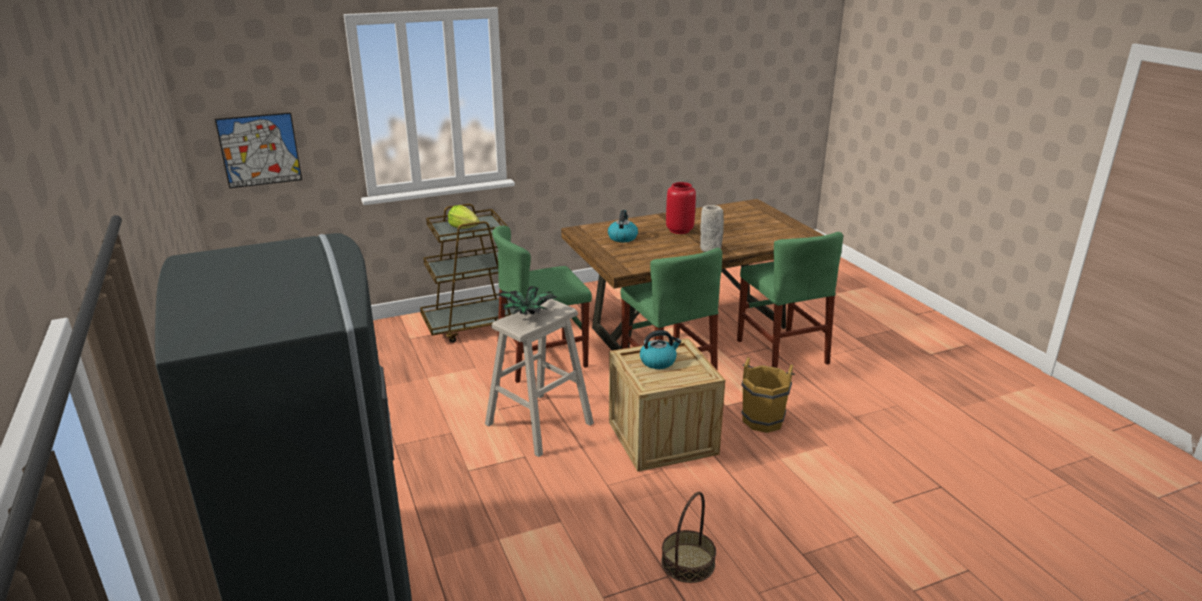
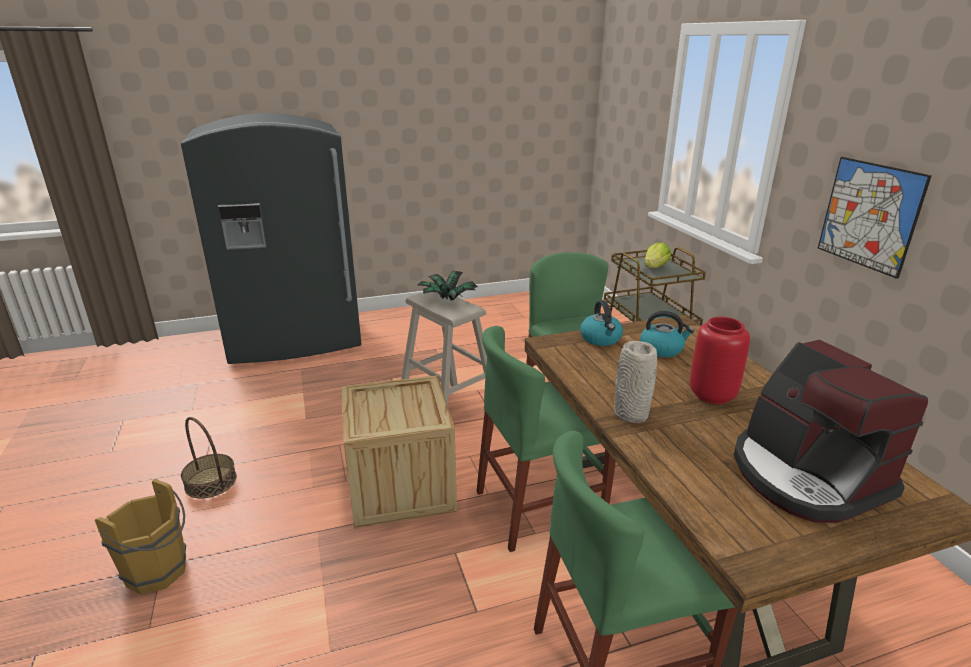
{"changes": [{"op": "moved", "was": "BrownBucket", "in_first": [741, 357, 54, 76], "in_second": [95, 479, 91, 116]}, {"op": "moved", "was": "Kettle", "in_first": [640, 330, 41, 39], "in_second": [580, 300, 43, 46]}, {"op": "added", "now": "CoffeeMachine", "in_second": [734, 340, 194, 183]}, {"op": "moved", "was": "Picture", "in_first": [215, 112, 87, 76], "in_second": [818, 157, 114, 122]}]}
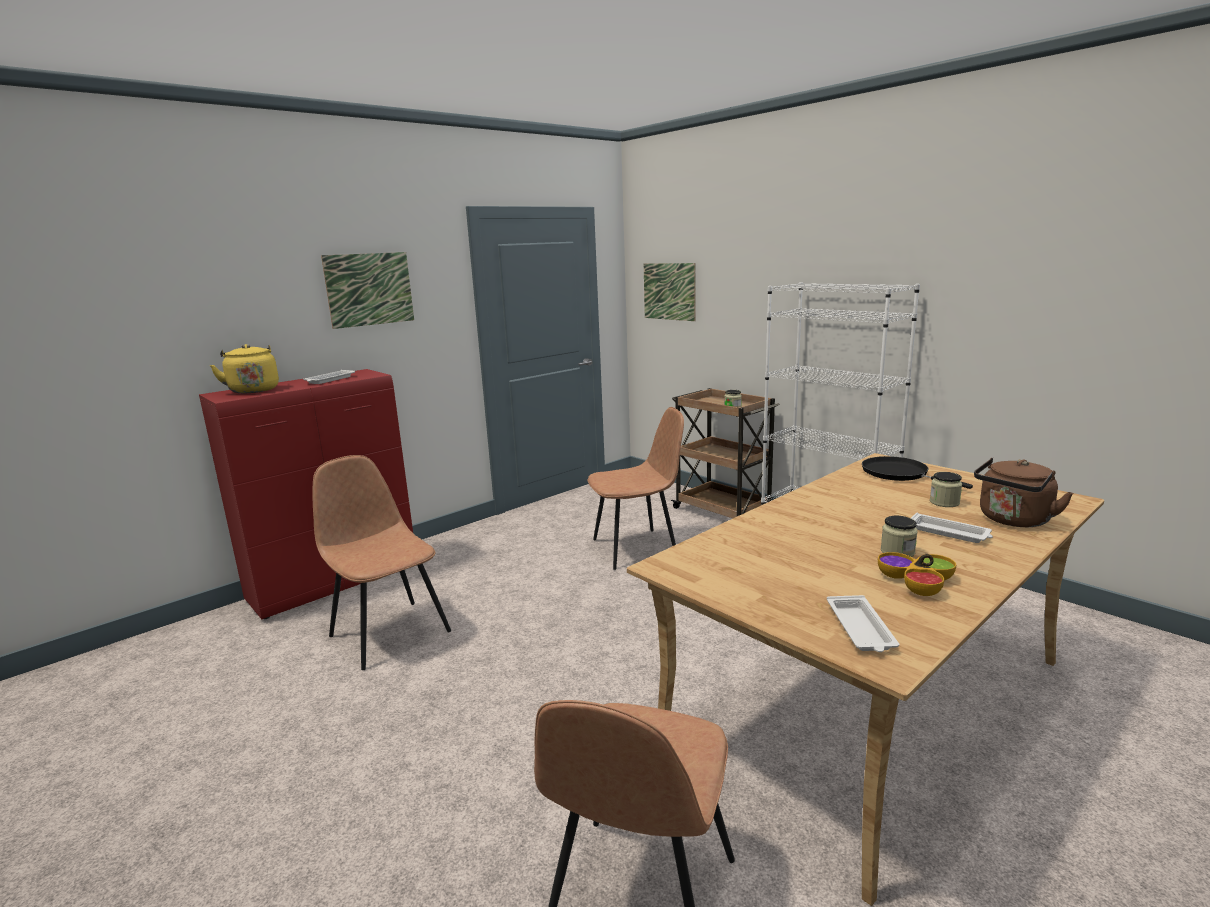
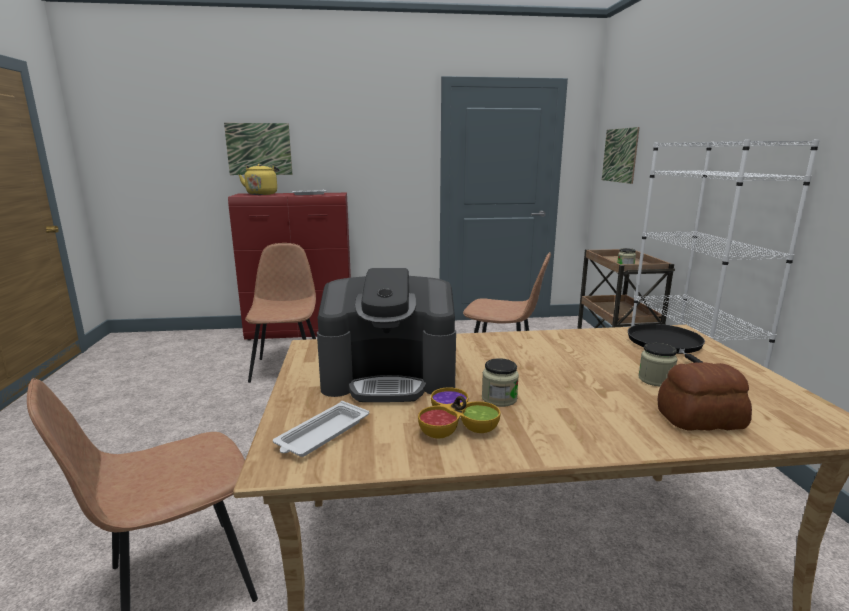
{"changes": [{"op": "moved", "was": "Picture", "in_first": [321, 252, 93, 77], "in_second": [224, 123, 69, 52]}, {"op": "added", "now": "CoffeeMachine", "in_second": [317, 268, 139, 134]}, {"op": "replaced", "was": "BrownKettle", "now": "Bread", "in_first": [974, 458, 99, 69], "in_second": [657, 363, 95, 67]}, {"op": "removed", "was": "WhiteTray", "in_first": [911, 513, 82, 30]}]}
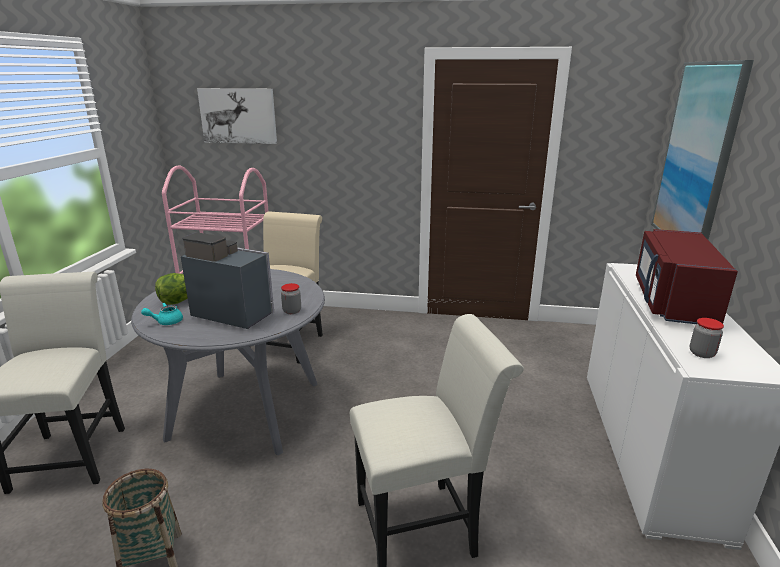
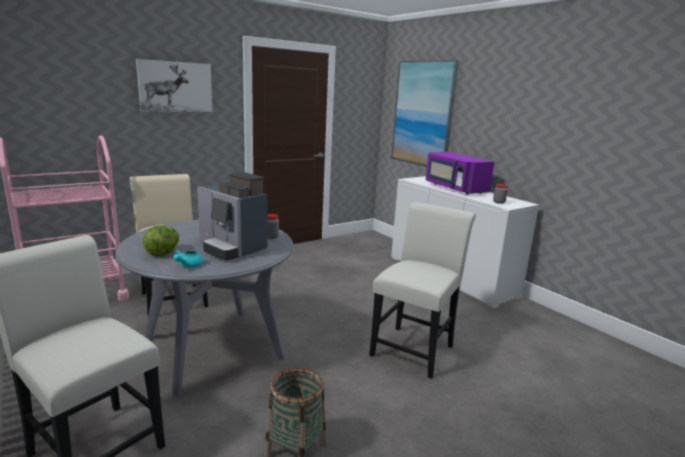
{"changes": [{"op": "moved", "was": "Picture", "in_first": [197, 88, 80, 56], "in_second": [136, 59, 76, 53]}, {"op": "turned", "was": "CoffeeMachine", "in_first": [181, 233, 93, 96], "in_second": [197, 172, 70, 89], "clockwise": -120}, {"op": "recoloured", "was": "RedMicrowave", "now": "PurpleMicrowave", "in_first": [636, 229, 102, 95], "in_second": [426, 152, 68, 43]}]}
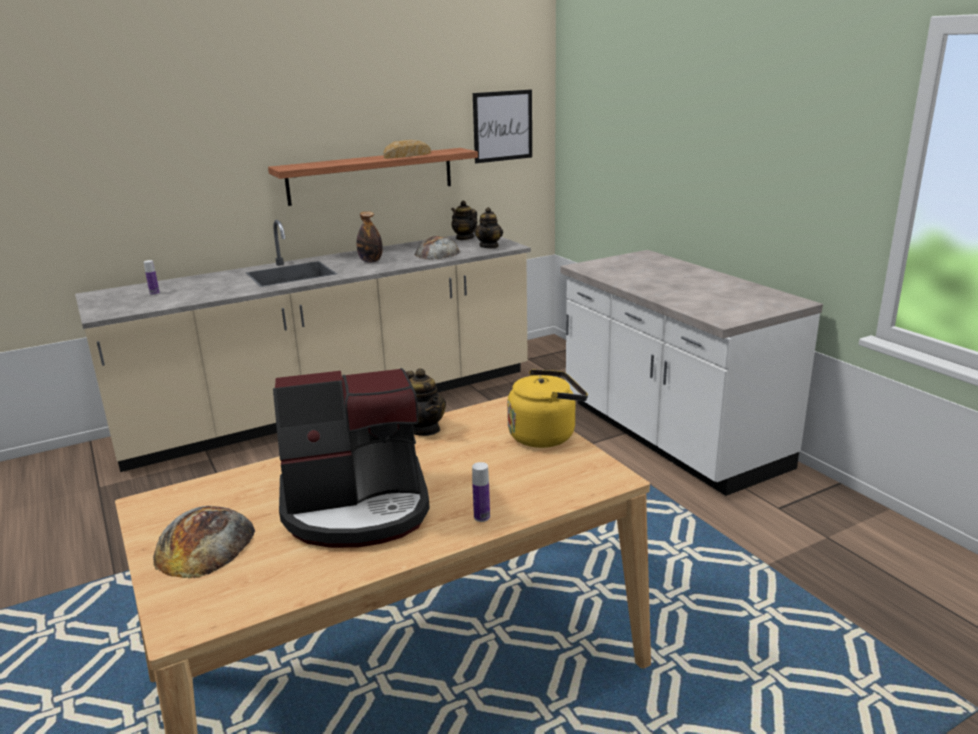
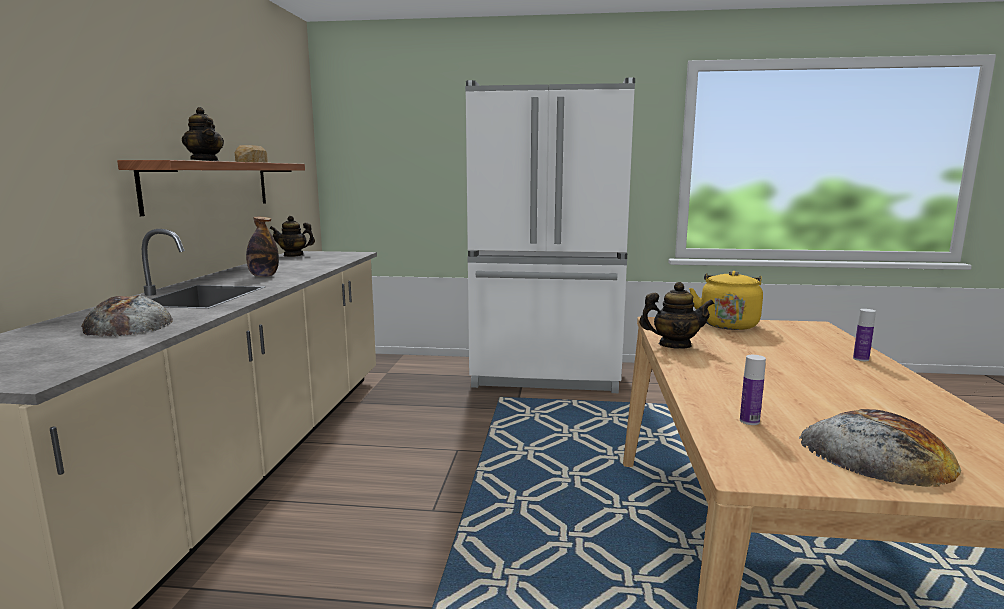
{"changes": [{"op": "moved", "was": "Bread", "in_first": [414, 236, 46, 24], "in_second": [81, 295, 92, 42]}, {"op": "moved", "was": "Teapot", "in_first": [474, 207, 29, 41], "in_second": [182, 107, 42, 54]}, {"op": "replaced", "was": "WhiteCounter", "now": "WhiteFridge", "in_first": [560, 250, 263, 246], "in_second": [465, 77, 170, 316]}, {"op": "moved", "was": "Bottle", "in_first": [144, 260, 16, 35], "in_second": [740, 355, 26, 70]}, {"op": "removed", "was": "CoffeeMachine", "in_first": [273, 368, 157, 180]}, {"op": "removed", "was": "Picture", "in_first": [473, 90, 59, 73]}]}
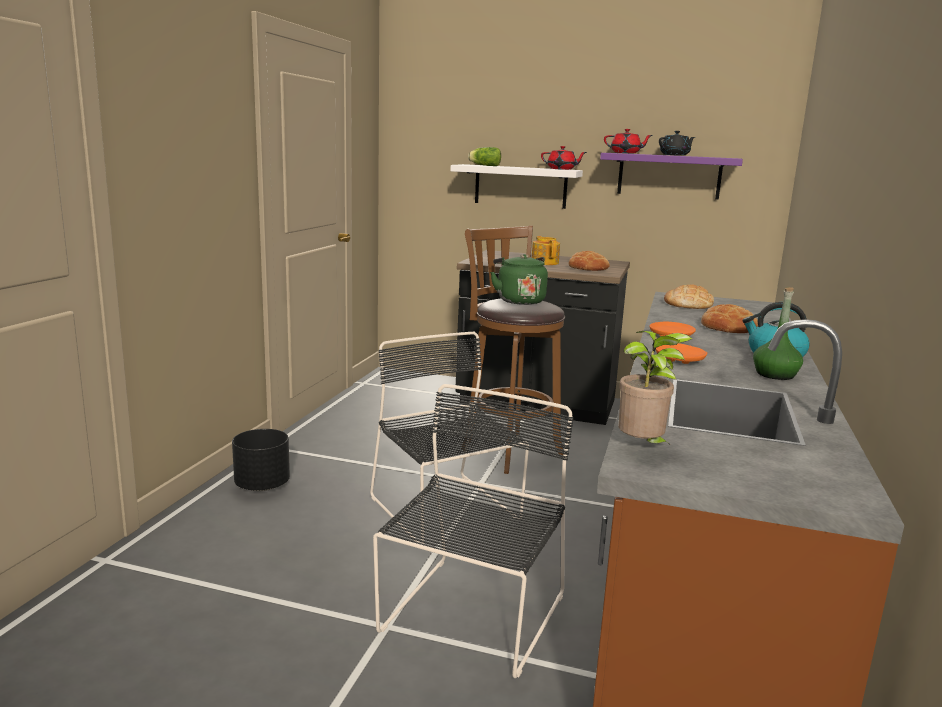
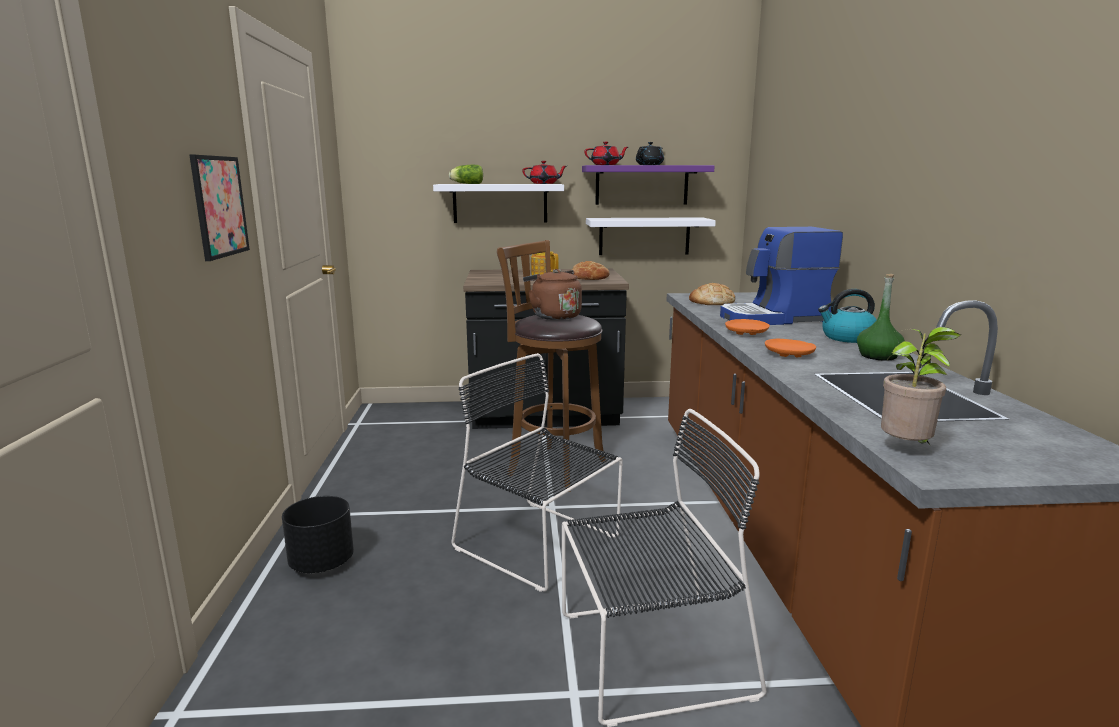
{"changes": [{"op": "added", "now": "Picture", "in_second": [189, 155, 61, 106]}, {"op": "recoloured", "was": "GreenKettle", "now": "BrownKettle", "in_first": [490, 254, 58, 51], "in_second": [523, 269, 59, 51]}, {"op": "turned", "was": "BlackChair", "in_first": [373, 384, 200, 294], "in_second": [562, 409, 205, 318], "clockwise": 75}, {"op": "added", "now": "WhiteShelf", "in_second": [586, 217, 130, 38]}, {"op": "replaced", "was": "Bread", "now": "CoffeeMachine", "in_first": [701, 304, 57, 29], "in_second": [720, 227, 123, 98]}]}
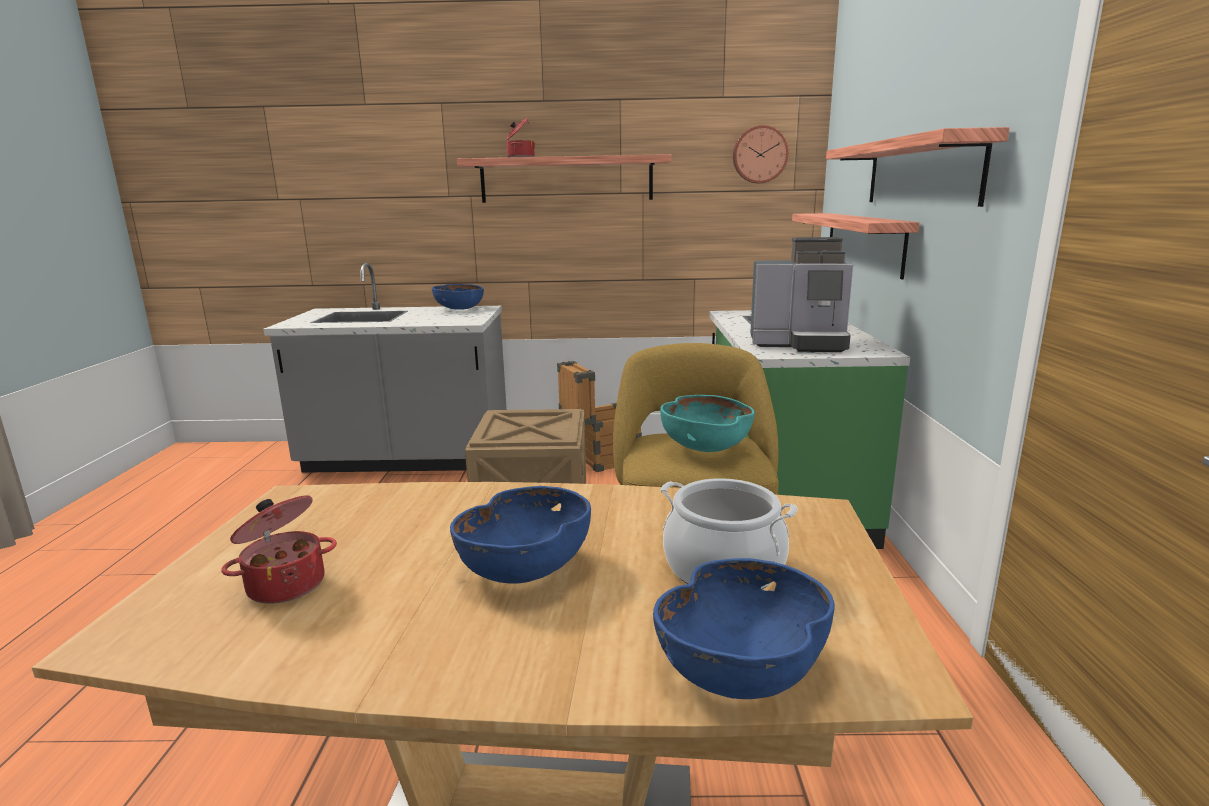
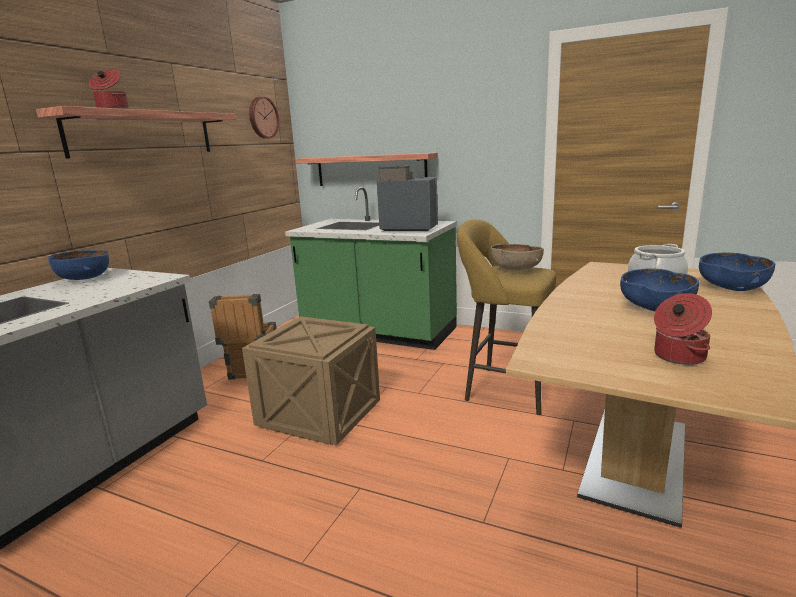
{"changes": [{"op": "turned", "was": "CoffeeMachine", "in_first": [750, 237, 103, 115], "in_second": [377, 165, 61, 66], "clockwise": -105}, {"op": "recoloured", "was": "TurquoiseBowl", "now": "BrownBowl", "in_first": [660, 395, 95, 57], "in_second": [491, 244, 53, 27]}, {"op": "removed", "was": "Shelf", "in_first": [826, 127, 184, 80]}]}
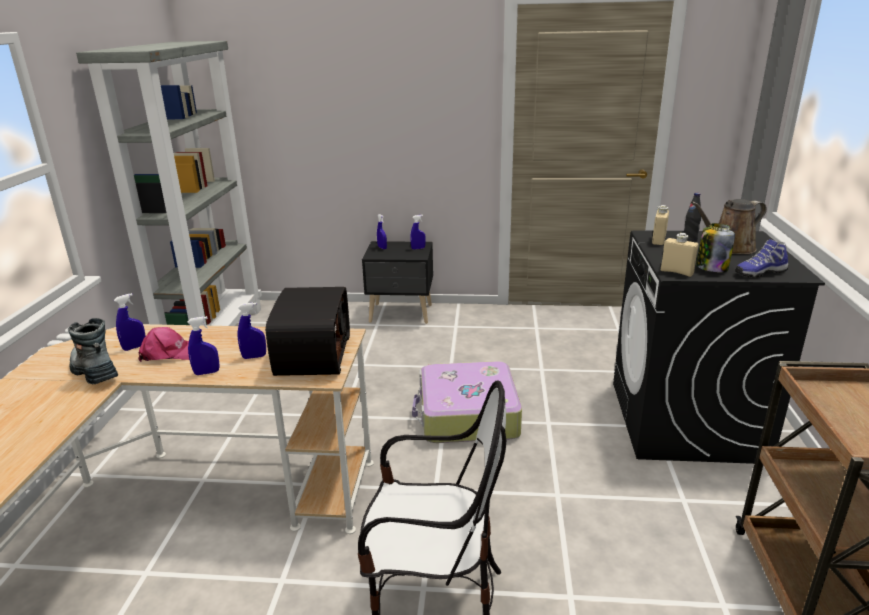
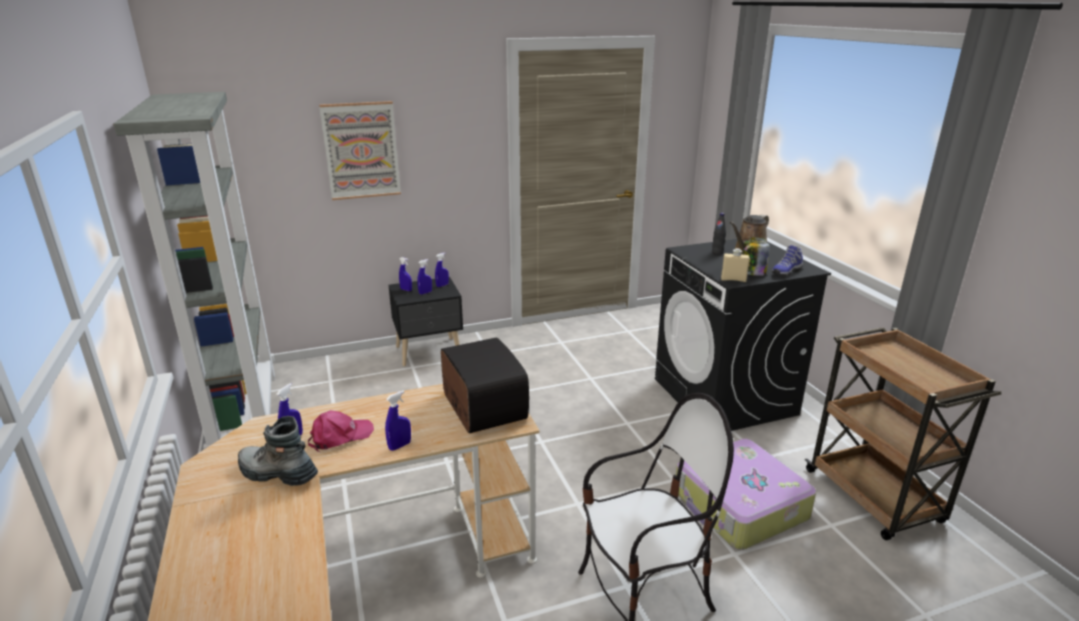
{"changes": [{"op": "added", "now": "Picture", "in_second": [319, 101, 82, 99]}, {"op": "moved", "was": "BlueSprayBottle", "in_first": [237, 303, 29, 56], "in_second": [417, 259, 15, 36]}, {"op": "moved", "was": "Suitcase", "in_first": [412, 361, 110, 82], "in_second": [676, 439, 140, 111]}, {"op": "removed", "was": "BeigeBottle", "in_first": [652, 205, 17, 40]}]}
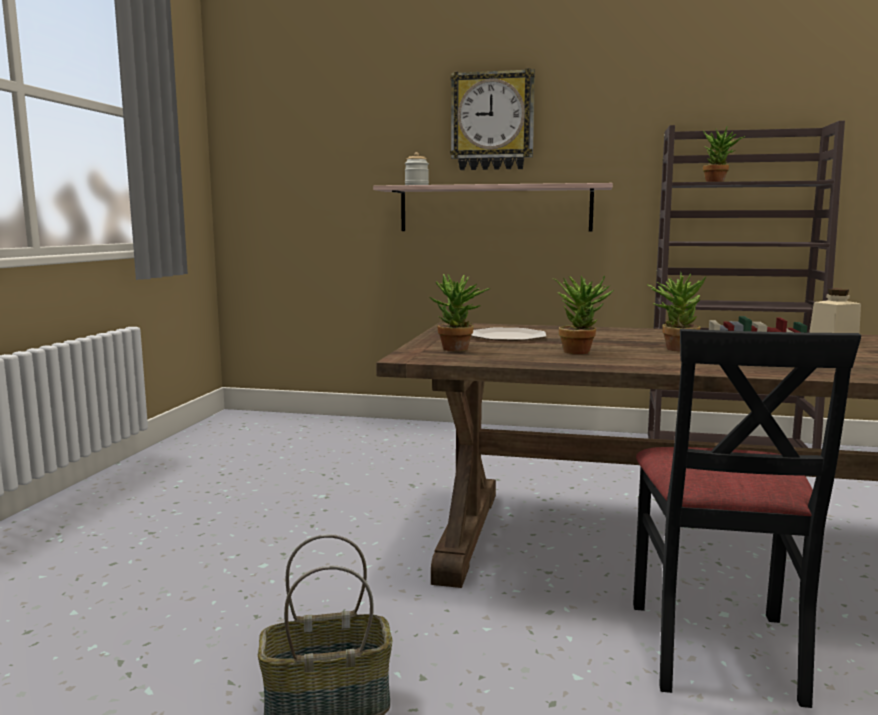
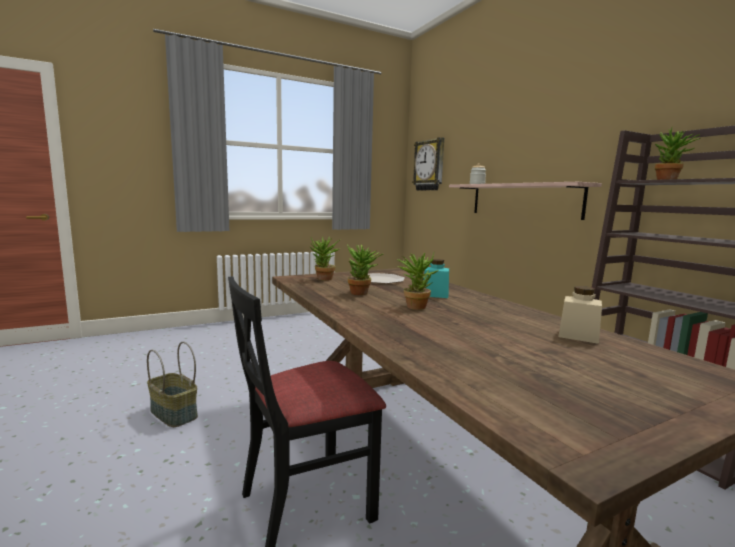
{"changes": [{"op": "moved", "was": "WallClock", "in_first": [450, 69, 85, 101], "in_second": [412, 137, 32, 53]}, {"op": "added", "now": "TurquoiseJar", "in_second": [424, 259, 25, 39]}]}
